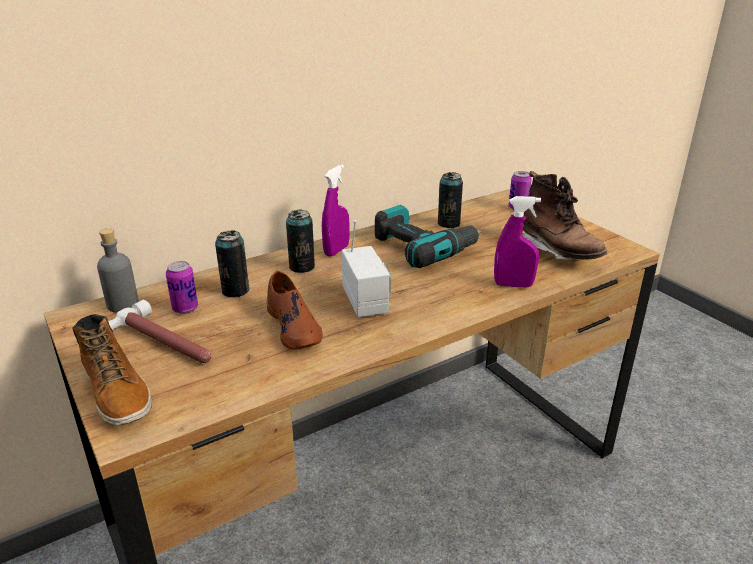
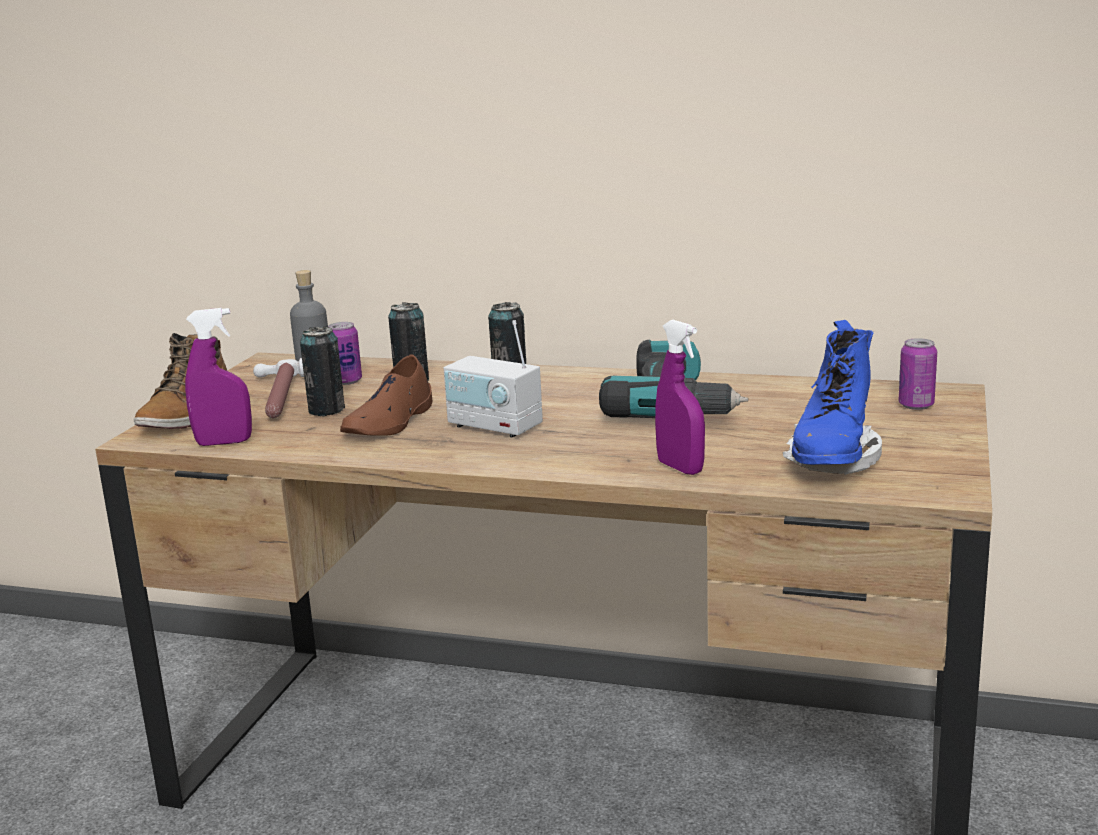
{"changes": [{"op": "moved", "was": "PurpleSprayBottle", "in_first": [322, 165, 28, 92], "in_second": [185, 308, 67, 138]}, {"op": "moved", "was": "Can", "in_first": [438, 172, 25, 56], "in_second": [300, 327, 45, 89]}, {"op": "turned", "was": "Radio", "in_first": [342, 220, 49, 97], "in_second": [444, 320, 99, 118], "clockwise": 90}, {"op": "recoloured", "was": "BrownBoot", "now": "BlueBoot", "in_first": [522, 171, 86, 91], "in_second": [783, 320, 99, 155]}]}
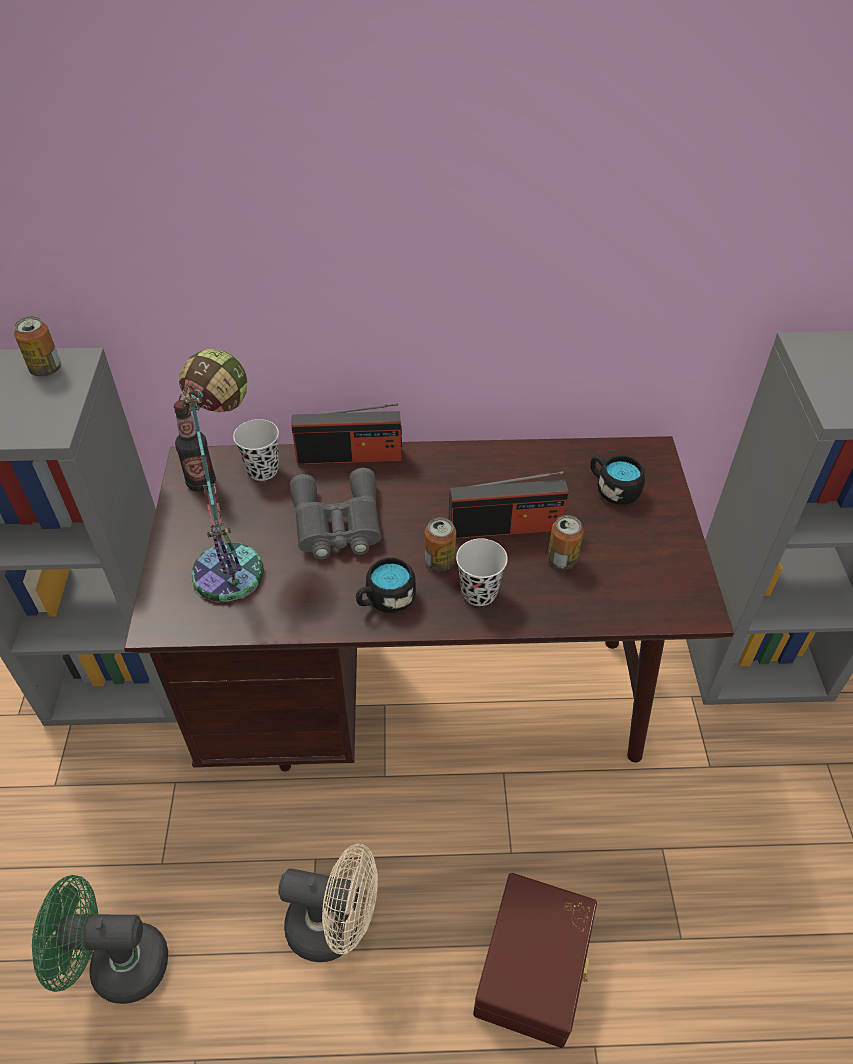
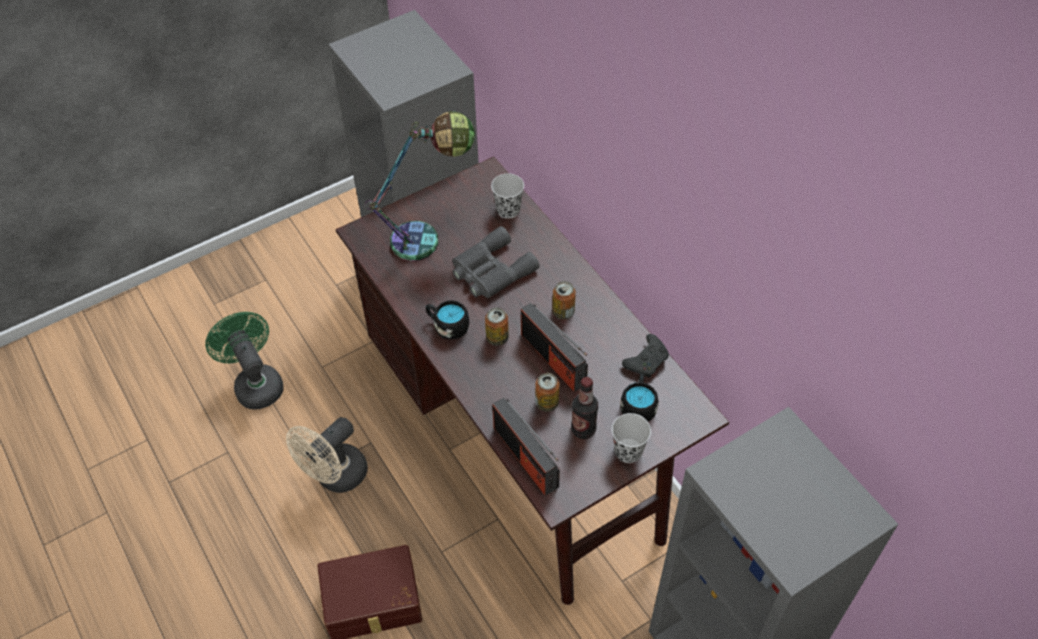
{"changes": [{"op": "turned", "was": "BeigeFan", "in_first": [278, 844, 100, 118], "in_second": [286, 417, 82, 76], "clockwise": 60}, {"op": "moved", "was": "Radio", "in_first": [291, 403, 111, 62], "in_second": [492, 398, 68, 98]}, {"op": "moved", "was": "Can", "in_first": [14, 316, 47, 61], "in_second": [552, 281, 24, 39]}, {"op": "moved", "was": "Bottle", "in_first": [174, 400, 42, 92], "in_second": [571, 377, 27, 62]}, {"op": "moved", "was": "BlackCup", "in_first": [456, 538, 52, 68], "in_second": [612, 413, 39, 50]}, {"op": "added", "now": "BlackGameController", "in_second": [622, 334, 47, 44]}]}
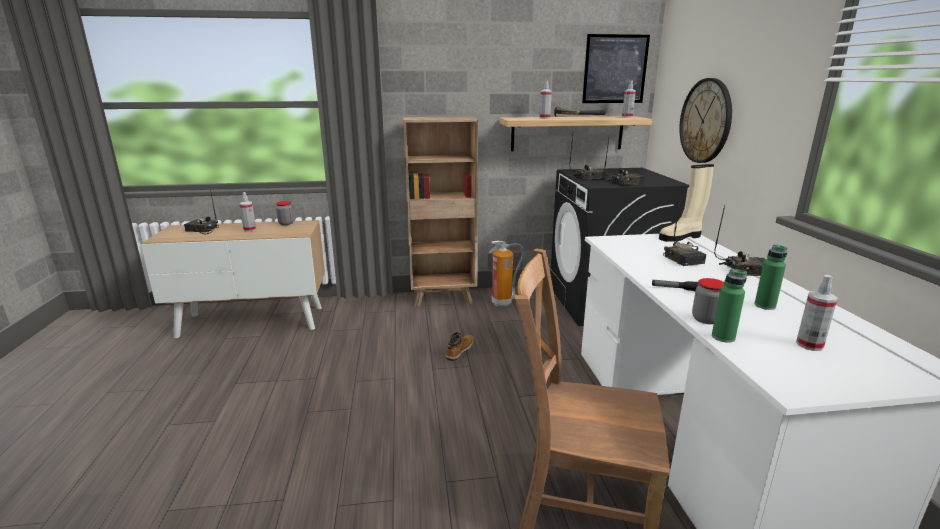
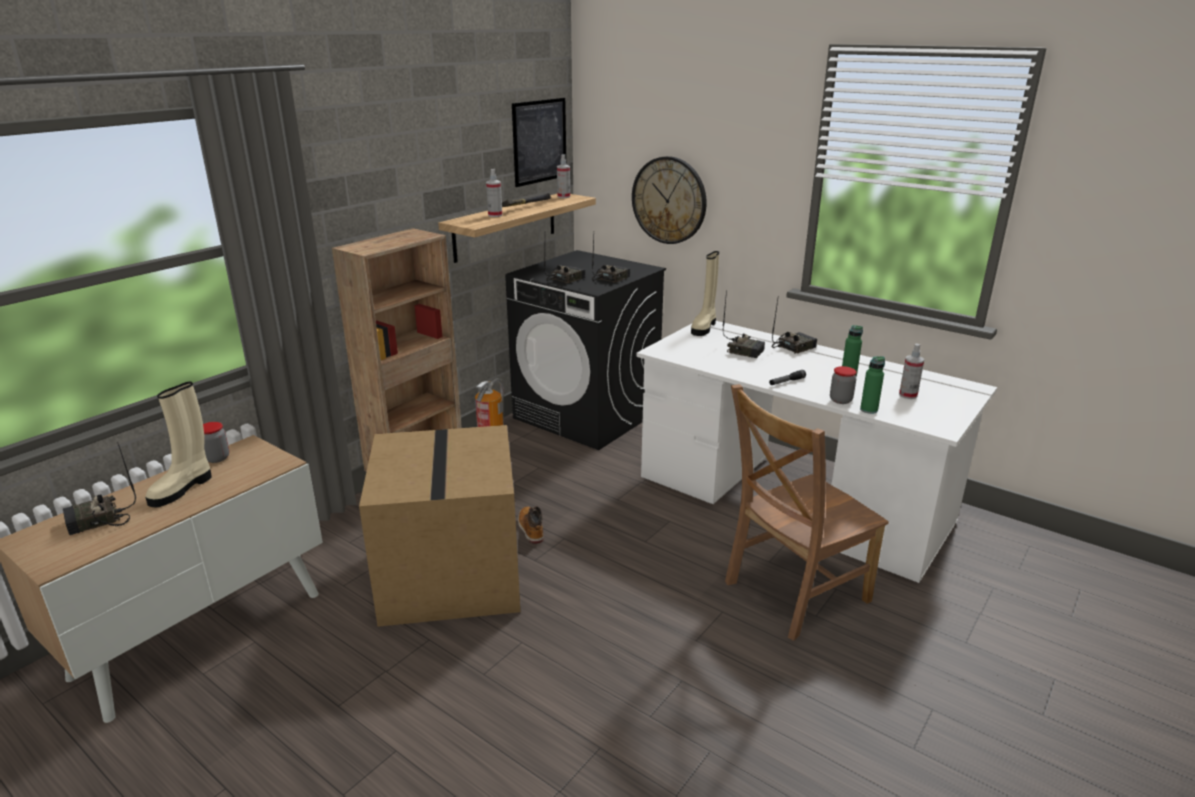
{"changes": [{"op": "replaced", "was": "SprayBottle", "now": "BeigeBoot", "in_first": [239, 192, 17, 40], "in_second": [145, 382, 67, 125]}, {"op": "added", "now": "CardboardBox", "in_second": [359, 425, 161, 202]}]}
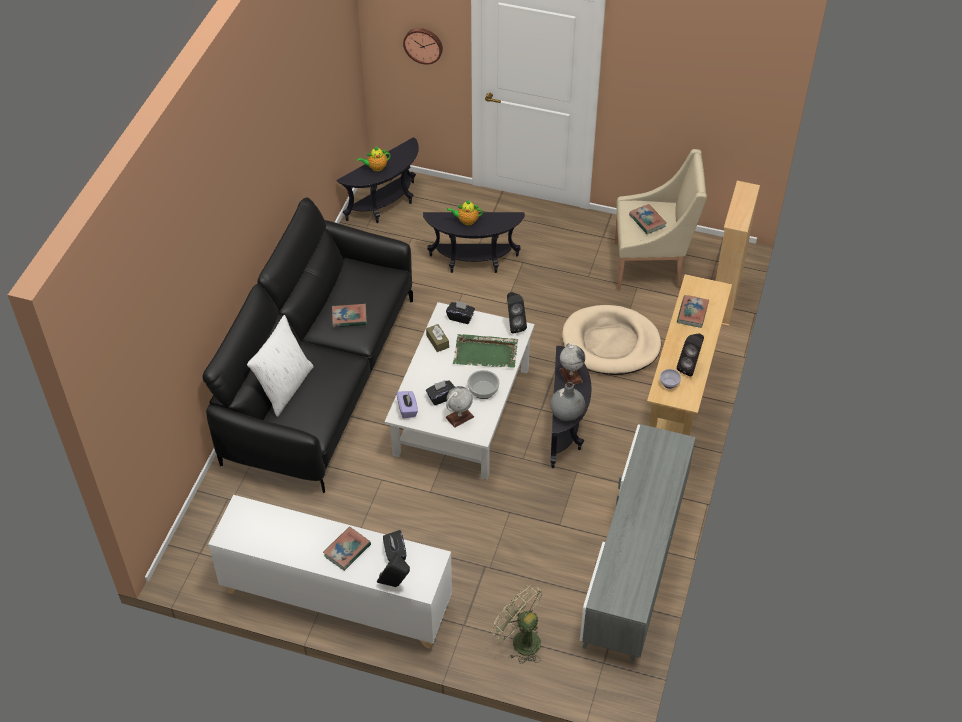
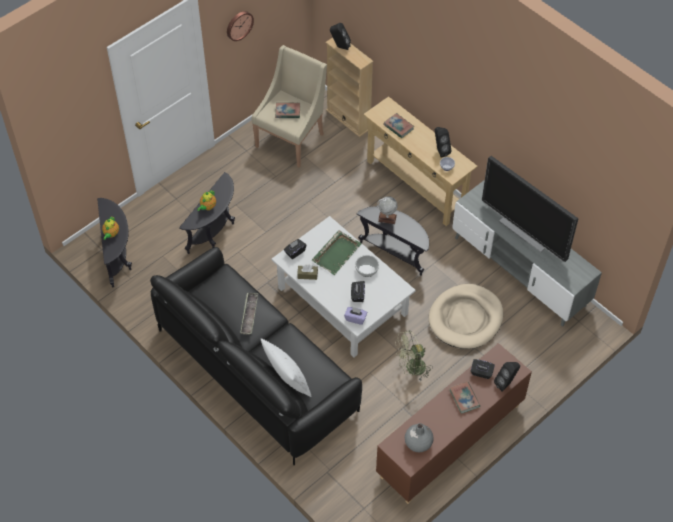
{"changes": [{"op": "moved", "was": "WallClock", "in_first": [403, 28, 40, 37], "in_second": [227, 11, 27, 30]}, {"op": "replaced", "was": "Book", "now": "Tray", "in_first": [332, 304, 35, 23], "in_second": [240, 293, 18, 42]}, {"op": "moved", "was": "BlackSpeaker", "in_first": [507, 292, 20, 42], "in_second": [330, 23, 21, 27]}, {"op": "recoloured", "was": "WhiteCabinet", "now": "BrownCabinet", "in_first": [208, 495, 244, 154], "in_second": [376, 343, 156, 161]}, {"op": "moved", "was": "GreenFan", "in_first": [492, 585, 51, 79], "in_second": [395, 331, 38, 50]}, {"op": "moved", "was": "GreyVase", "in_first": [550, 382, 35, 39], "in_second": [405, 423, 29, 29]}, {"op": "moved", "was": "BeigeDogBed", "in_first": [562, 305, 99, 70], "in_second": [428, 284, 76, 65]}, {"op": "added", "now": "Television", "in_second": [482, 156, 96, 106]}, {"op": "removed", "was": "Globe", "in_first": [445, 386, 29, 42]}]}
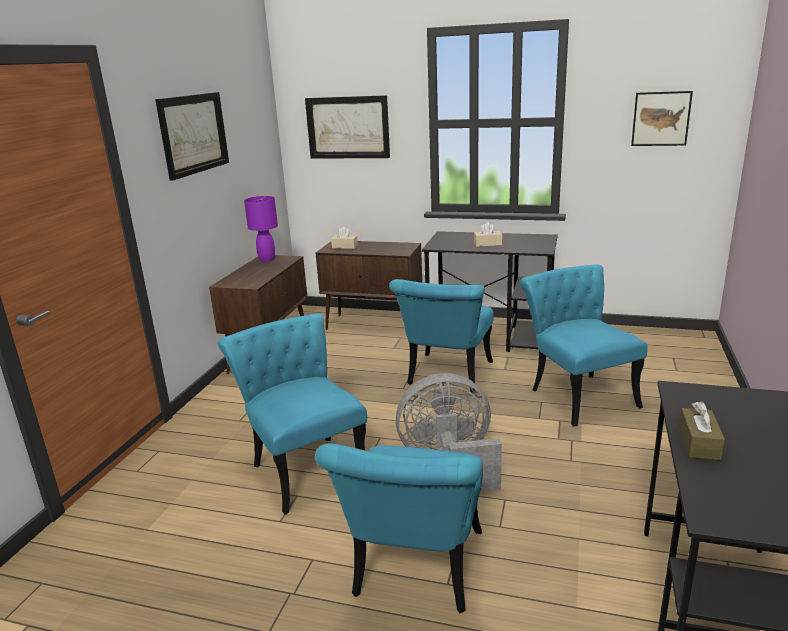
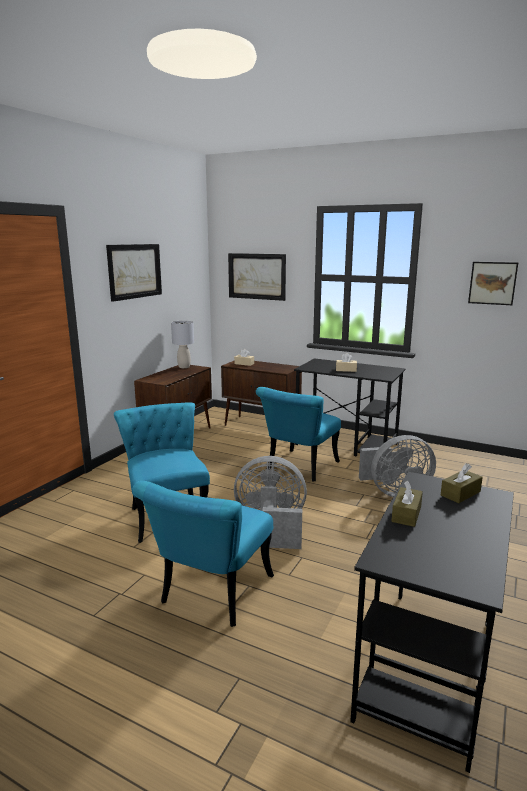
{"changes": [{"op": "recoloured", "was": "PurpleTableLamp", "now": "GreyTableLamp", "in_first": [244, 196, 34, 66], "in_second": [171, 321, 23, 47]}, {"op": "replaced", "was": "TurquoiseChair", "now": "GreyFan", "in_first": [520, 264, 128, 162], "in_second": [359, 435, 77, 62]}, {"op": "added", "now": "BrownTissueBox", "in_second": [441, 464, 42, 39]}]}
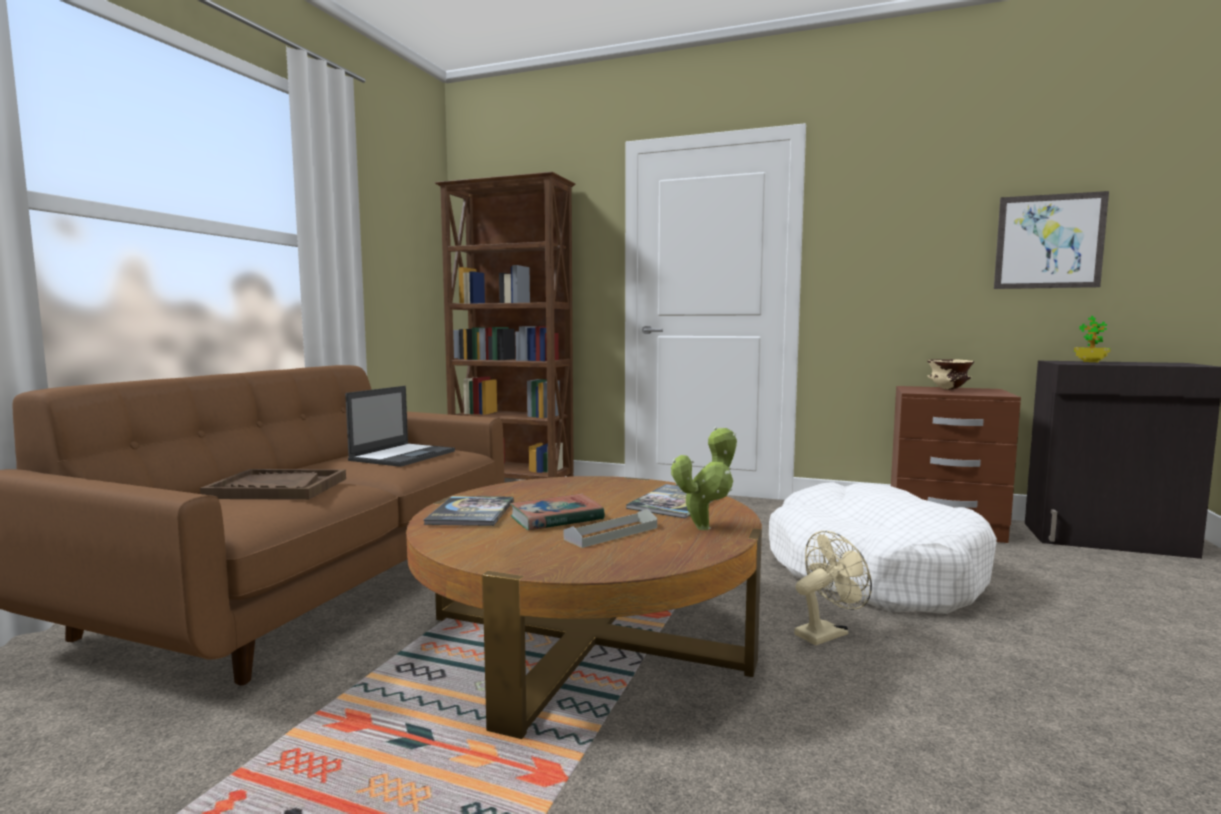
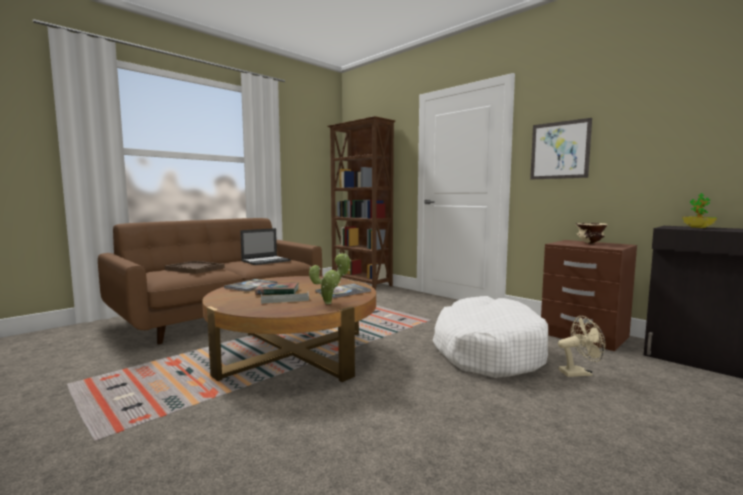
{"changes": [{"op": "moved", "was": "Picture", "in_first": [994, 191, 115, 98], "in_second": [530, 118, 62, 62]}, {"op": "moved", "was": "BeigeFan", "in_first": [794, 531, 78, 114], "in_second": [558, 316, 47, 61]}]}
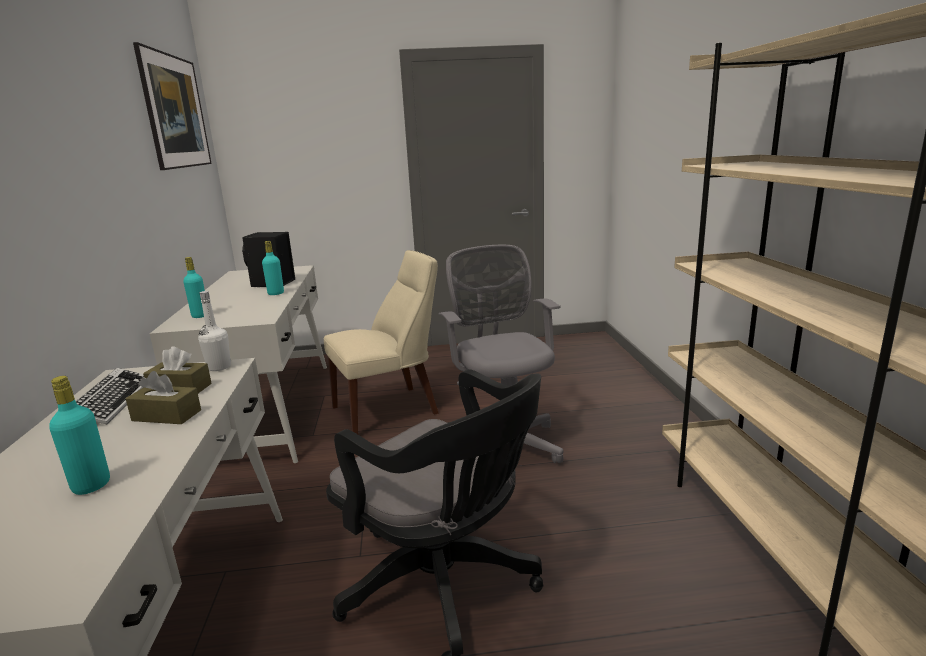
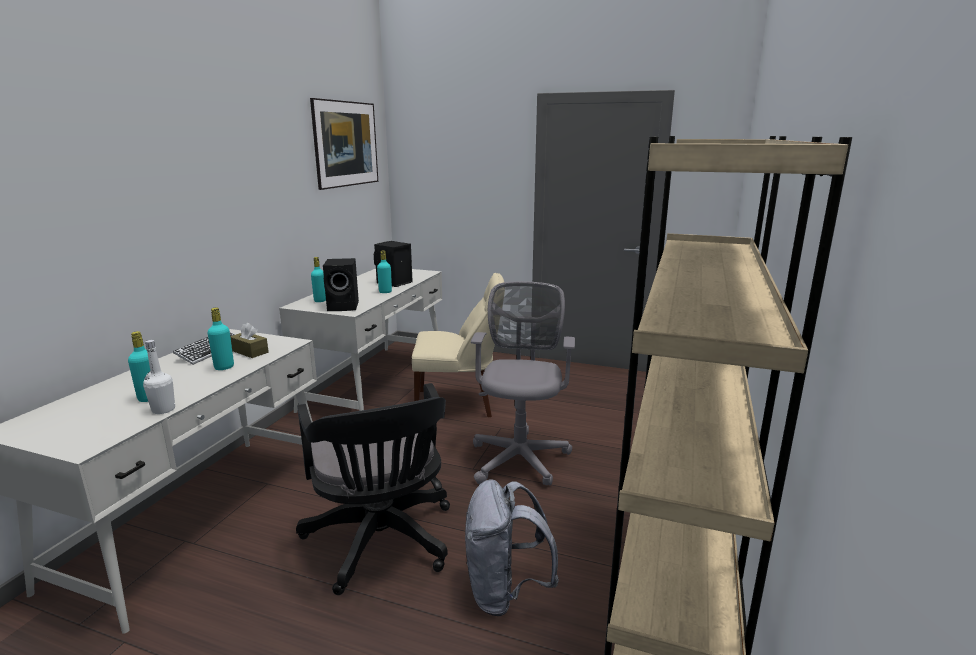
{"changes": [{"op": "moved", "was": "WhiteBottle", "in_first": [198, 291, 33, 80], "in_second": [143, 340, 32, 74]}, {"op": "replaced", "was": "BrownTissueBox", "now": "TurquoiseBottle", "in_first": [125, 371, 76, 53], "in_second": [208, 308, 26, 62]}, {"op": "added", "now": "BlackSpeaker", "in_second": [323, 258, 36, 53]}, {"op": "added", "now": "GreyBackpack", "in_second": [465, 479, 94, 137]}]}
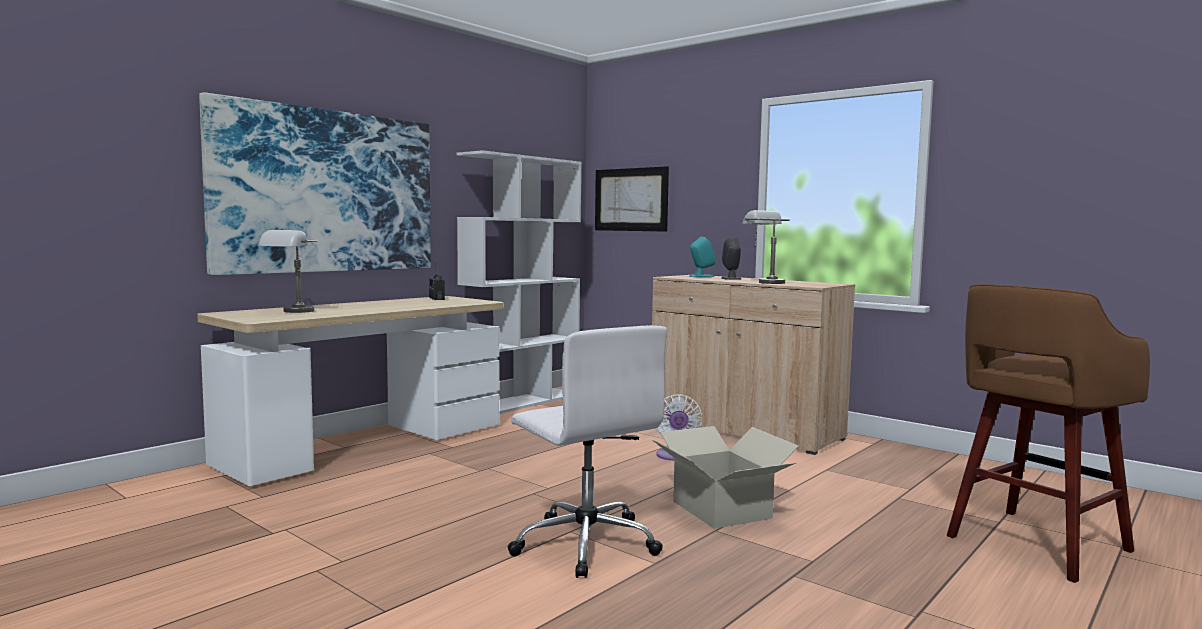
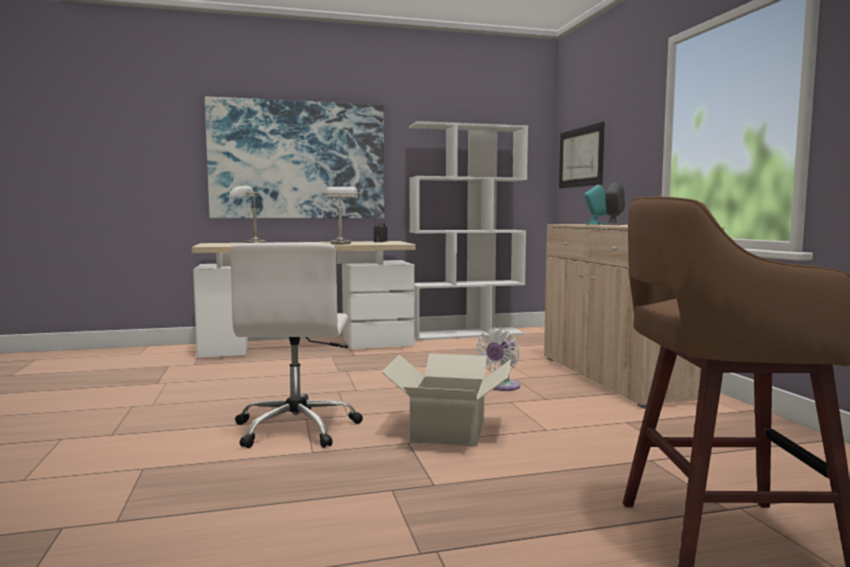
{"changes": [{"op": "moved", "was": "GreyTableLamp", "in_first": [743, 210, 47, 74], "in_second": [322, 187, 39, 57]}]}
